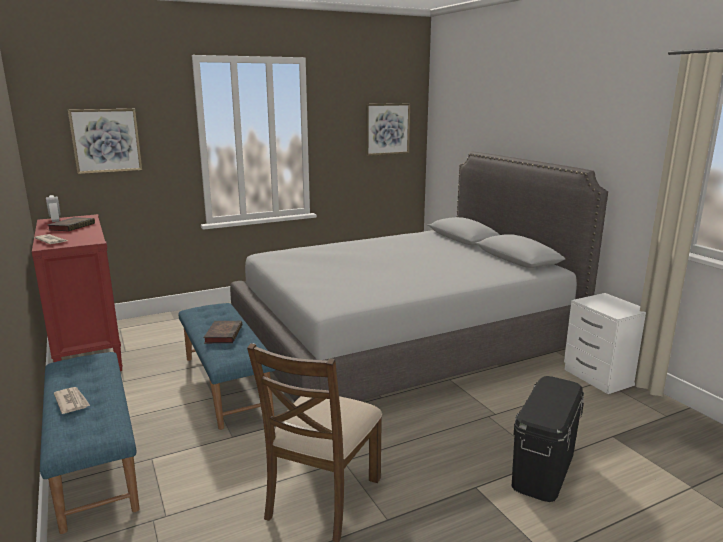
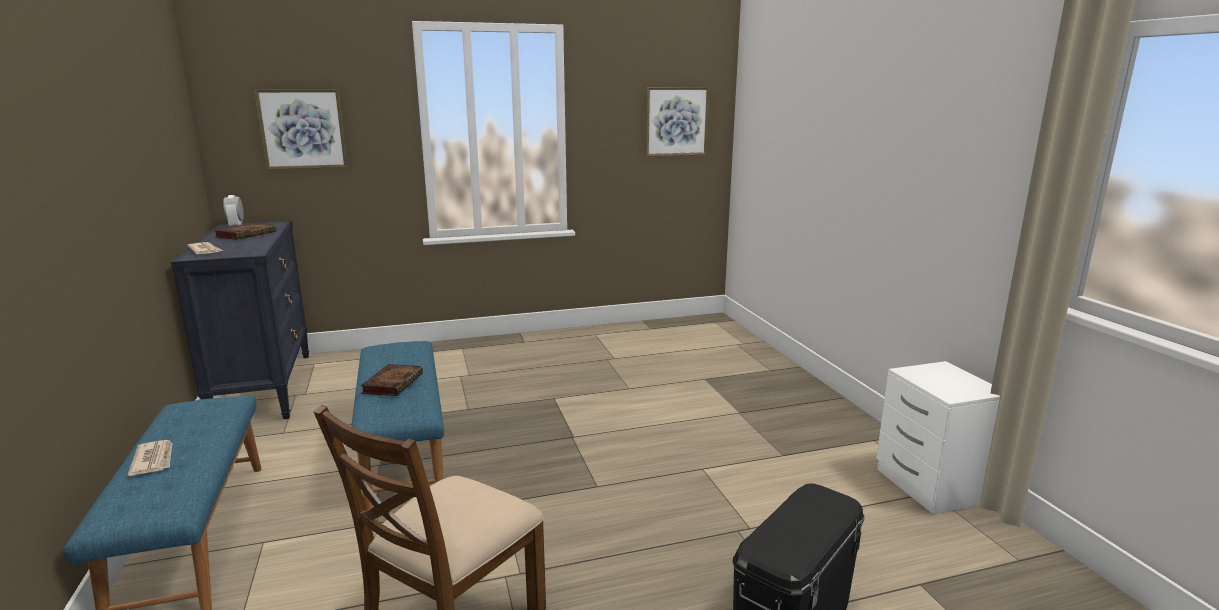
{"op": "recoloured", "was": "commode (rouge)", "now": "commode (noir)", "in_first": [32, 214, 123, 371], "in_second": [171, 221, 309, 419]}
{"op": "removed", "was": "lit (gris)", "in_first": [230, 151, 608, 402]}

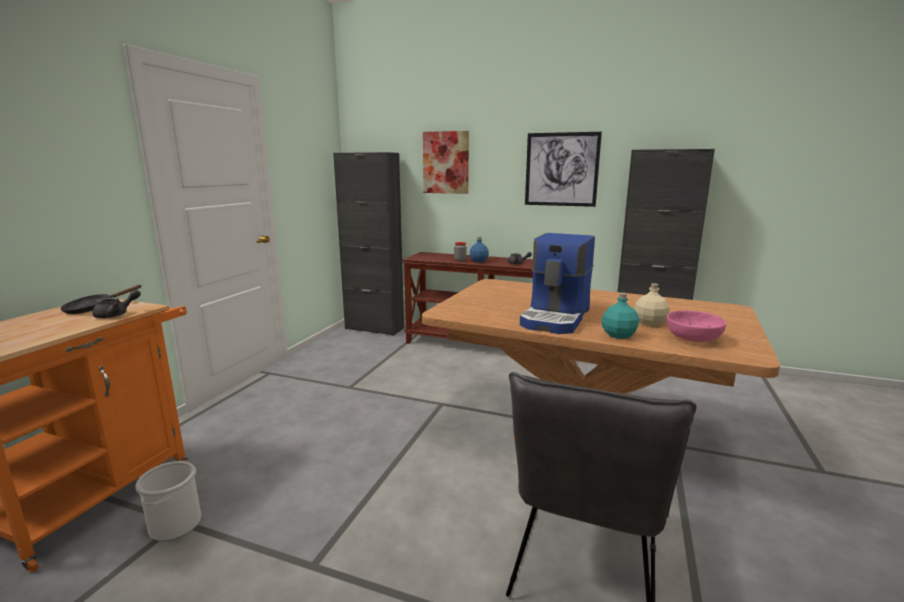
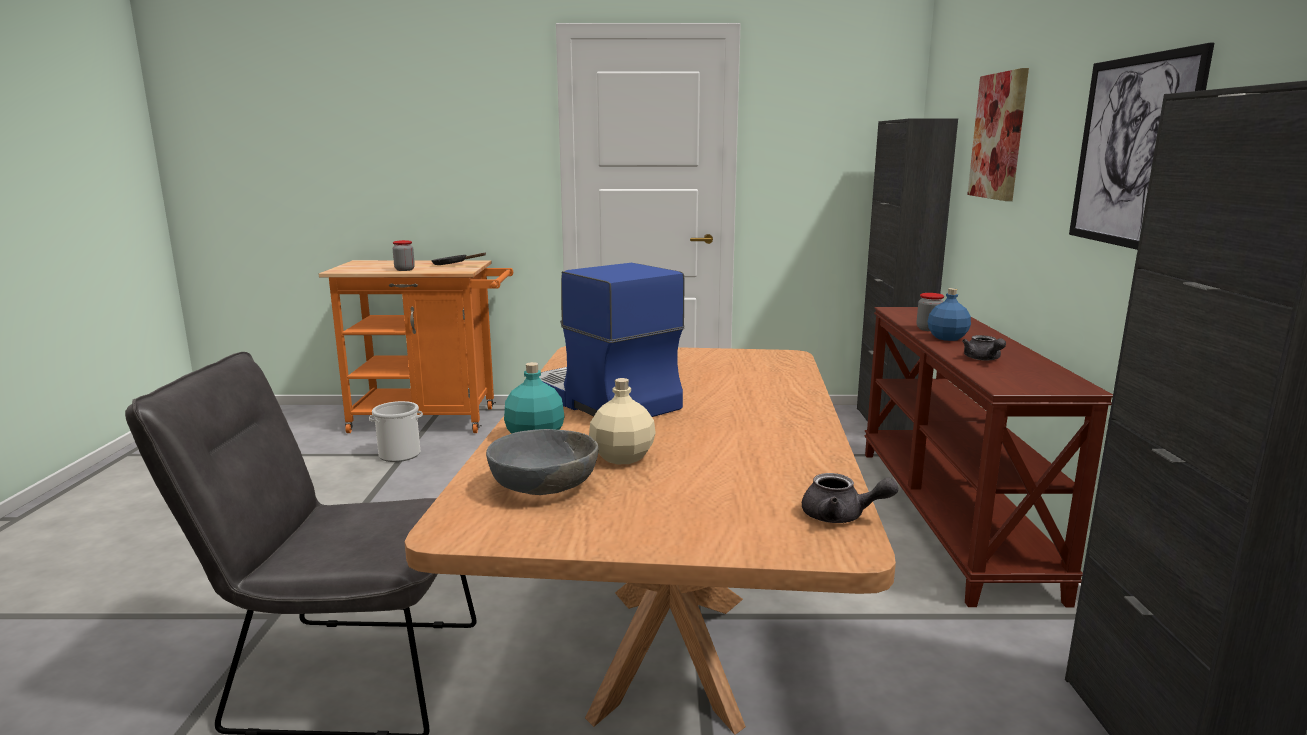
{"op": "moved", "was": "théière (gris)", "in_first": [92, 289, 141, 318], "in_second": [802, 473, 898, 523]}
{"op": "turned", "was": "machine à café", "in_first": [520, 233, 595, 334], "in_second": [539, 263, 685, 417], "clockwise": 45}
{"op": "recoloured", "was": "bol (rose)", "now": "bol (gris)", "in_first": [667, 311, 726, 342], "in_second": [486, 429, 599, 495]}
{"op": "added", "now": "bocal", "in_second": [393, 240, 415, 271]}

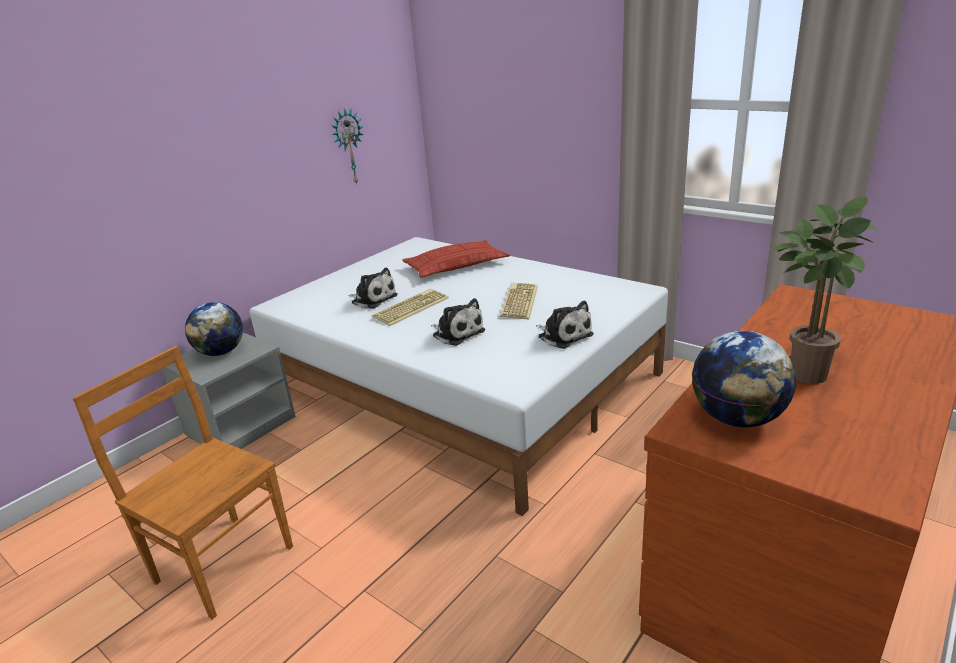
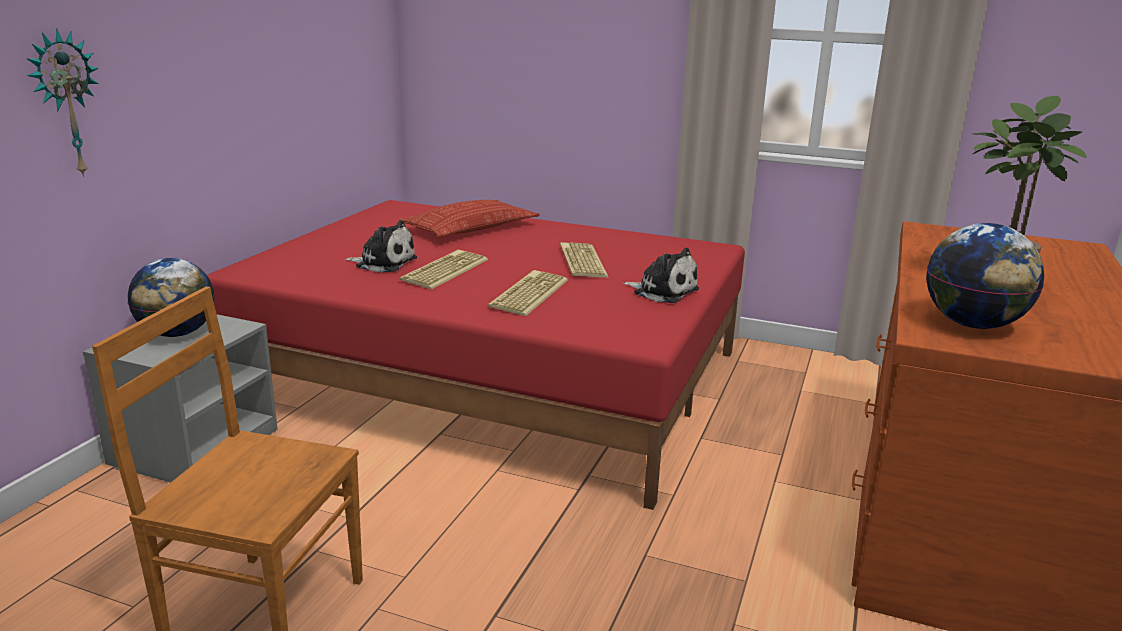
{"op": "recoloured", "was": "lit (blanc)", "now": "lit (rouge)", "in_first": [250, 237, 668, 516], "in_second": [207, 200, 745, 510]}
{"op": "moved", "was": "horloge murale", "in_first": [331, 108, 364, 185], "in_second": [26, 28, 99, 177]}
{"op": "replaced", "was": "peluche", "now": "clavier", "in_first": [431, 298, 485, 346], "in_second": [488, 270, 568, 316]}

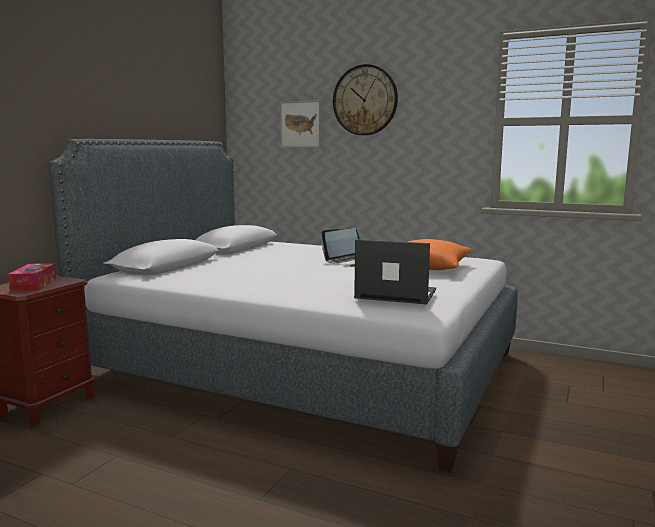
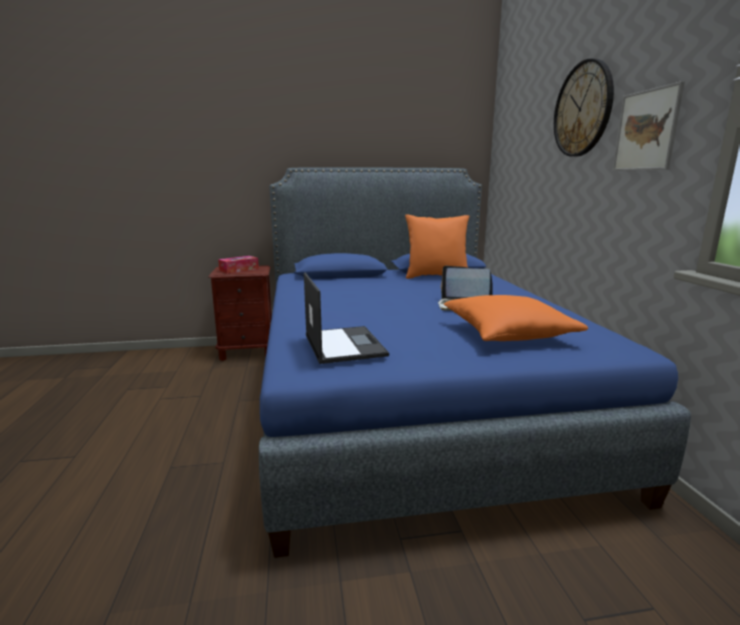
{"op": "recoloured", "was": "lit (gris)", "now": "lit (bleu)", "in_first": [49, 139, 518, 473], "in_second": [259, 167, 691, 558]}
{"op": "moved", "was": "tableau", "in_first": [280, 100, 321, 148], "in_second": [612, 81, 685, 171]}
{"op": "added", "now": "coussin (orange)", "in_second": [405, 214, 469, 279]}

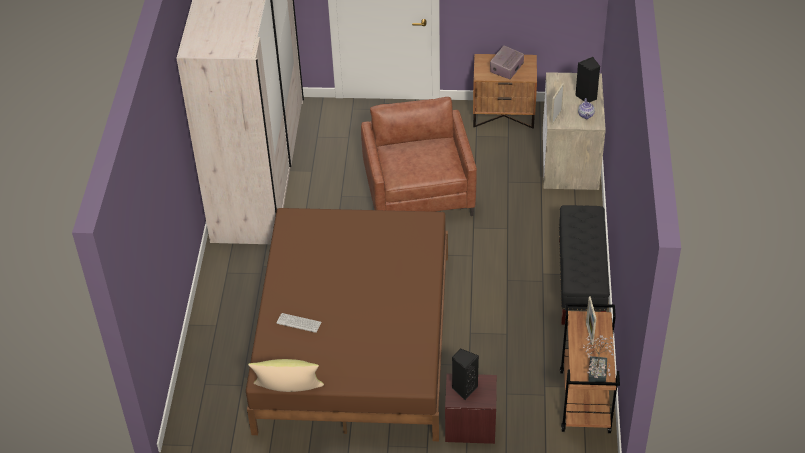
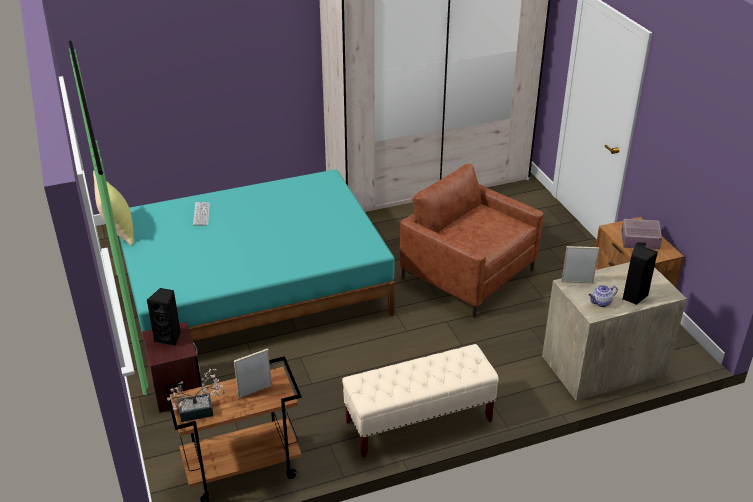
{"op": "recoloured", "was": "lit (marron)", "now": "lit (turquoise)", "in_first": [246, 208, 448, 441], "in_second": [119, 170, 395, 341]}
{"op": "turned", "was": "fauteuil (marron)", "in_first": [361, 97, 477, 216], "in_second": [400, 164, 544, 318], "clockwise": -105}
{"op": "recoloured", "was": "banc (noir)", "now": "banc (beige)", "in_first": [559, 205, 610, 325], "in_second": [342, 344, 499, 458]}

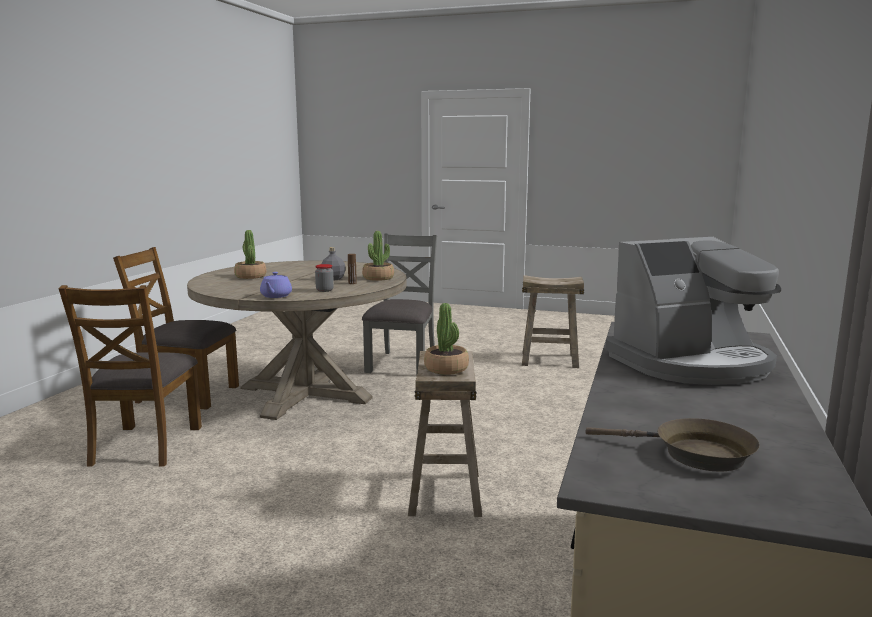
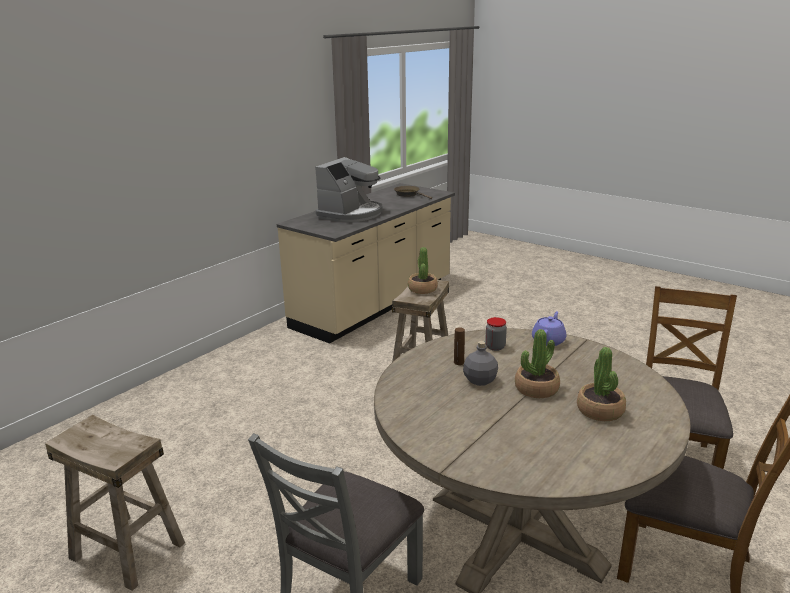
{"op": "moved", "was": "plante en pot", "in_first": [362, 231, 394, 281], "in_second": [515, 329, 560, 398]}
{"op": "turned", "was": "machine à café", "in_first": [605, 237, 781, 385], "in_second": [315, 157, 383, 222], "clockwise": 120}

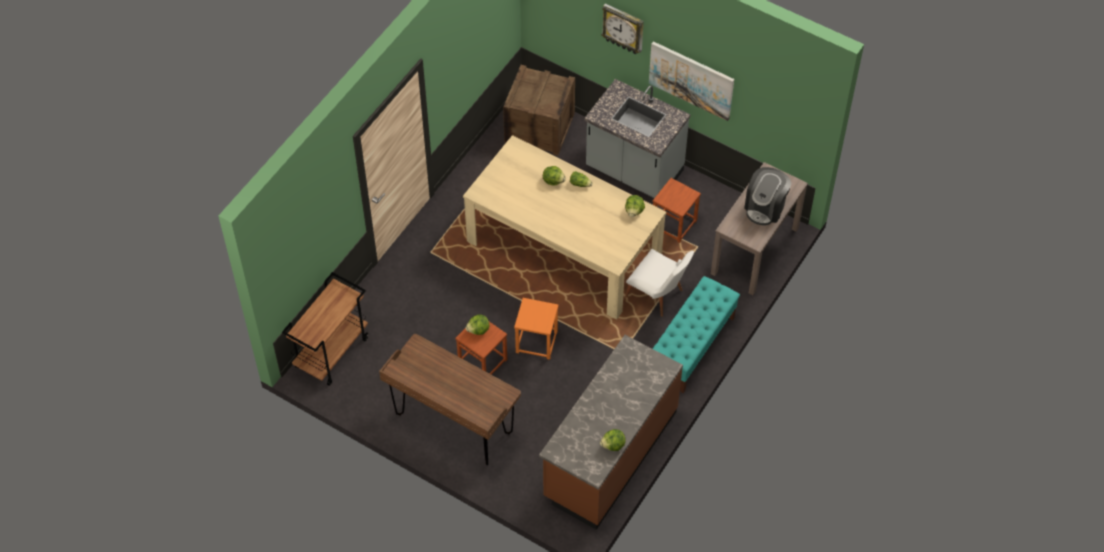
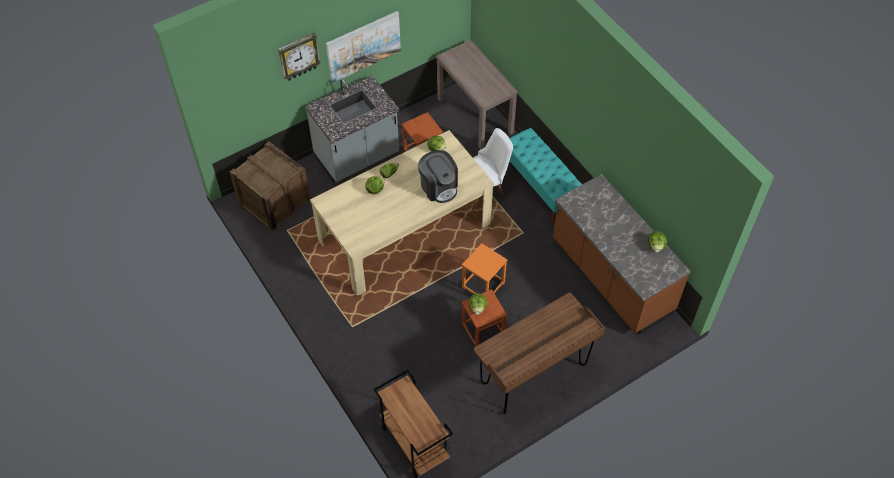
{"op": "moved", "was": "machine à café", "in_first": [744, 167, 791, 225], "in_second": [418, 150, 458, 203]}

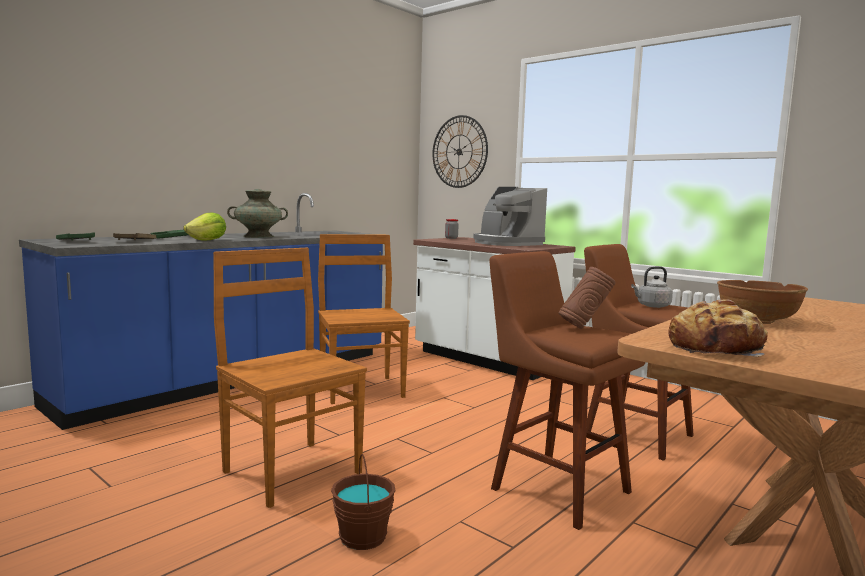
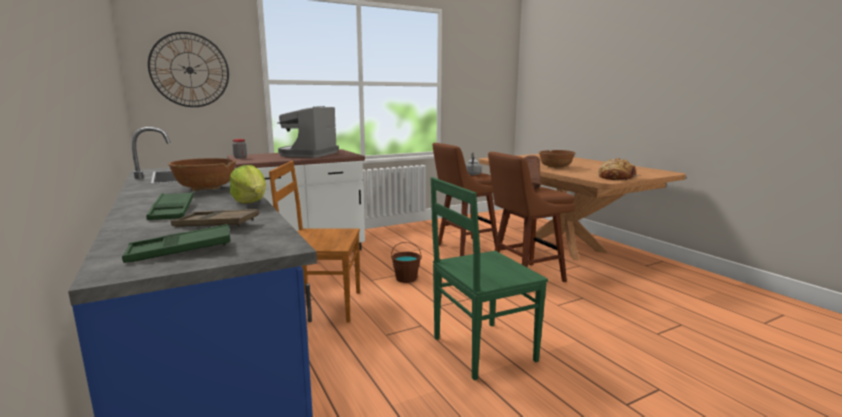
{"op": "recoloured", "was": "chaise (marron)", "now": "chaise (vert)", "in_first": [213, 248, 367, 508], "in_second": [431, 177, 548, 380]}
{"op": "replaced", "was": "vase (turquoise)", "now": "bol (marron)", "in_first": [227, 189, 288, 238], "in_second": [168, 158, 236, 191]}
{"op": "moved", "was": "seau (marron)", "in_first": [331, 454, 395, 550], "in_second": [391, 242, 421, 283]}
{"op": "turned", "was": "machine à café", "in_first": [473, 187, 547, 246], "in_second": [277, 106, 339, 158], "clockwise": 120}

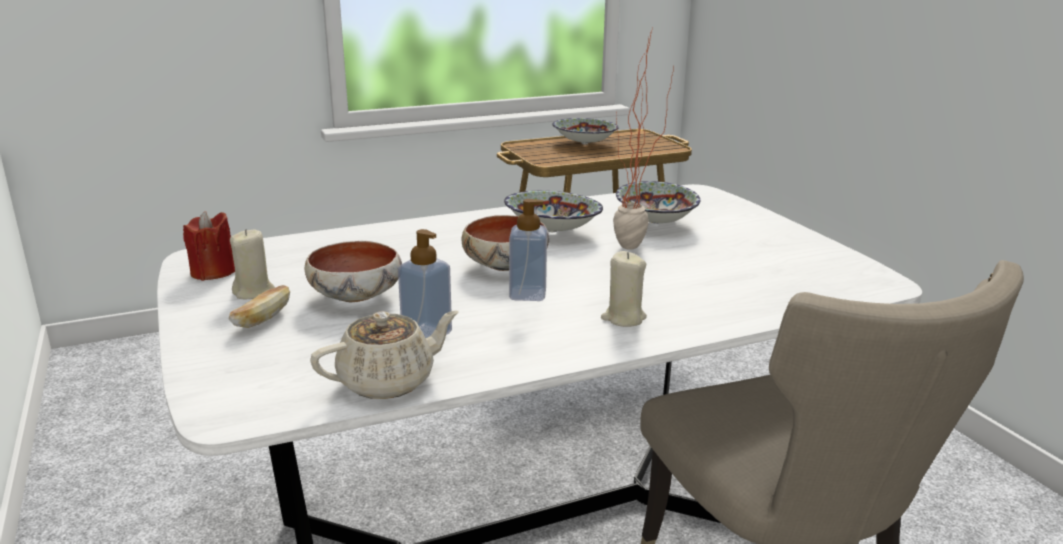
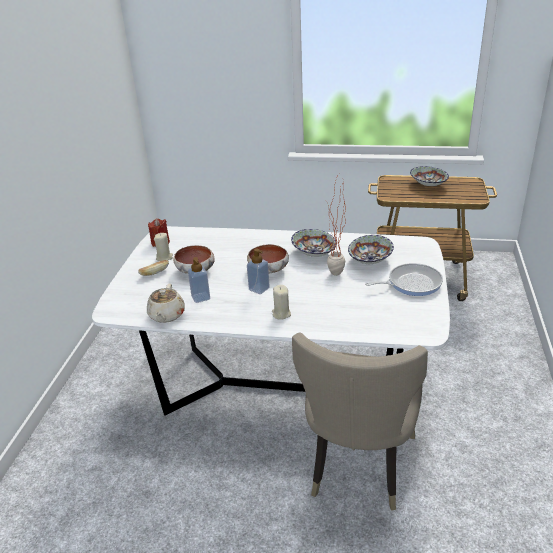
{"op": "turned", "was": "théière (beige)", "in_first": [310, 311, 459, 399], "in_second": [147, 283, 185, 323], "clockwise": 90}
{"op": "added", "now": "poêle", "in_second": [365, 263, 443, 296]}

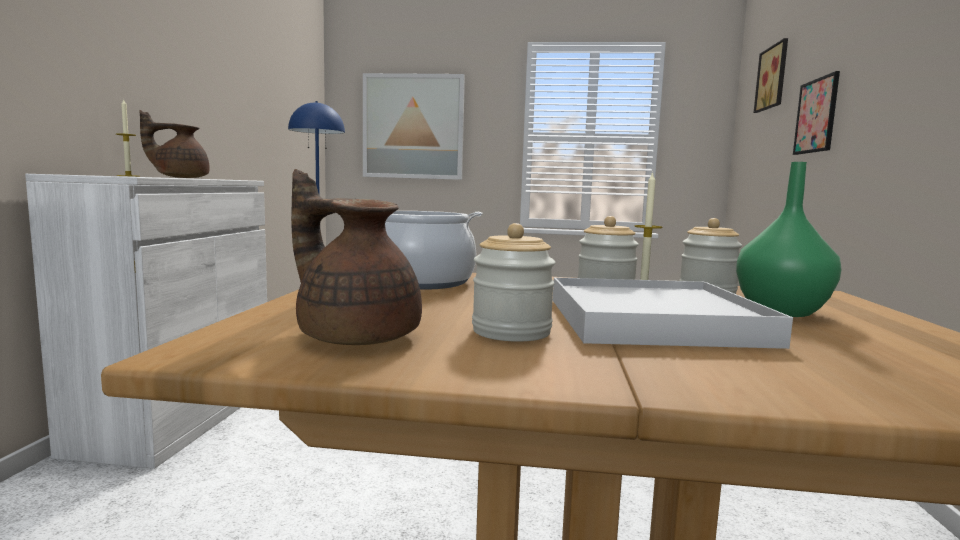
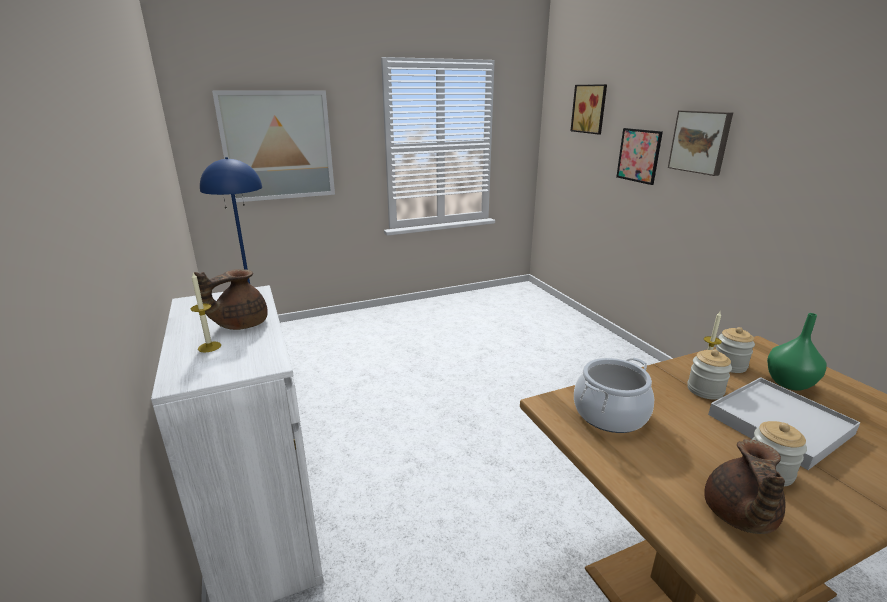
{"op": "turned", "was": "théière (marron)", "in_first": [291, 169, 422, 345], "in_second": [704, 439, 785, 534], "clockwise": -75}
{"op": "added", "now": "tableau", "in_second": [668, 110, 733, 176]}

